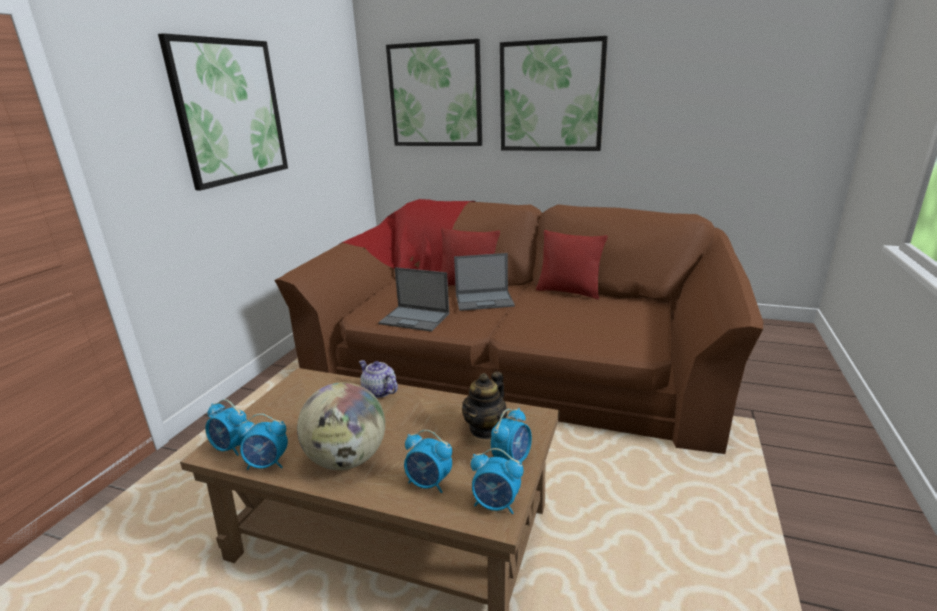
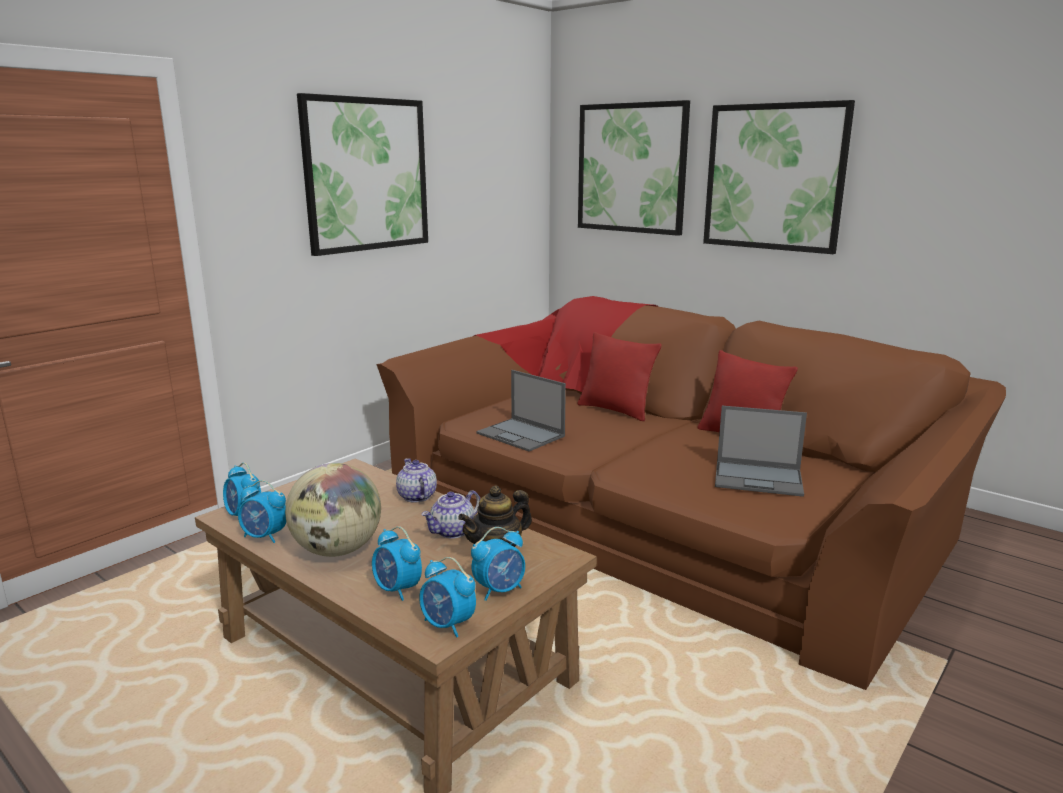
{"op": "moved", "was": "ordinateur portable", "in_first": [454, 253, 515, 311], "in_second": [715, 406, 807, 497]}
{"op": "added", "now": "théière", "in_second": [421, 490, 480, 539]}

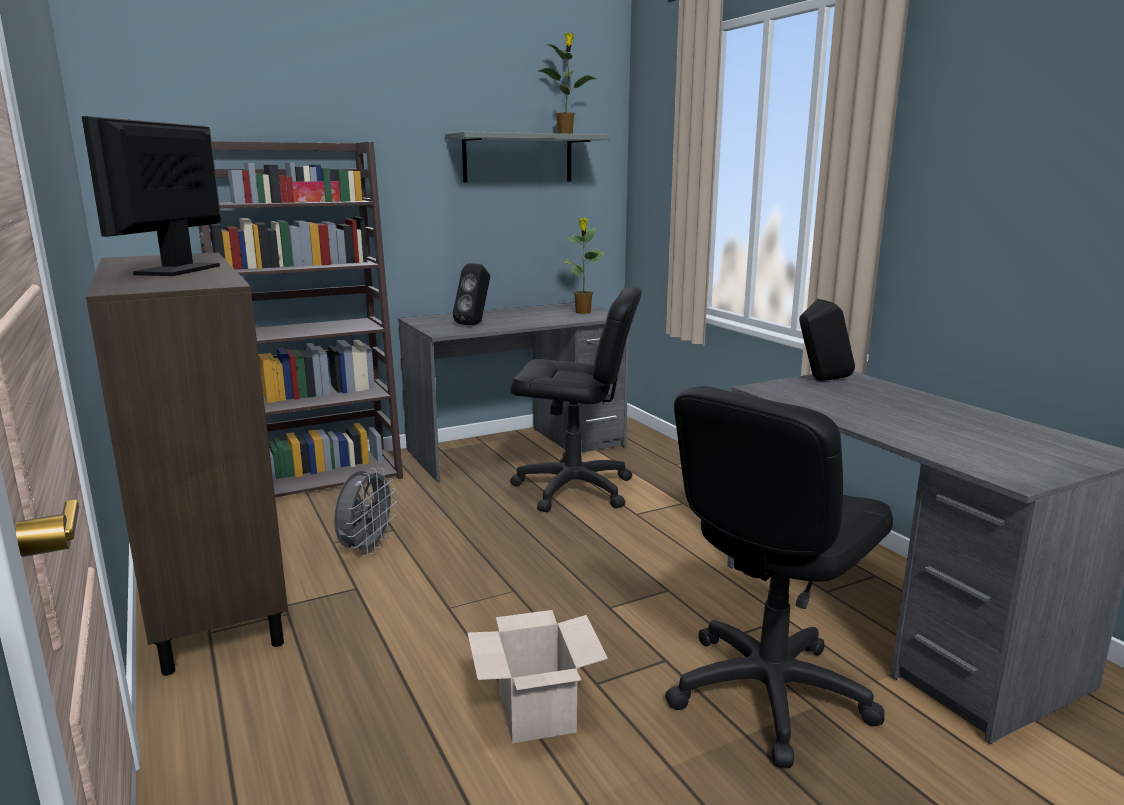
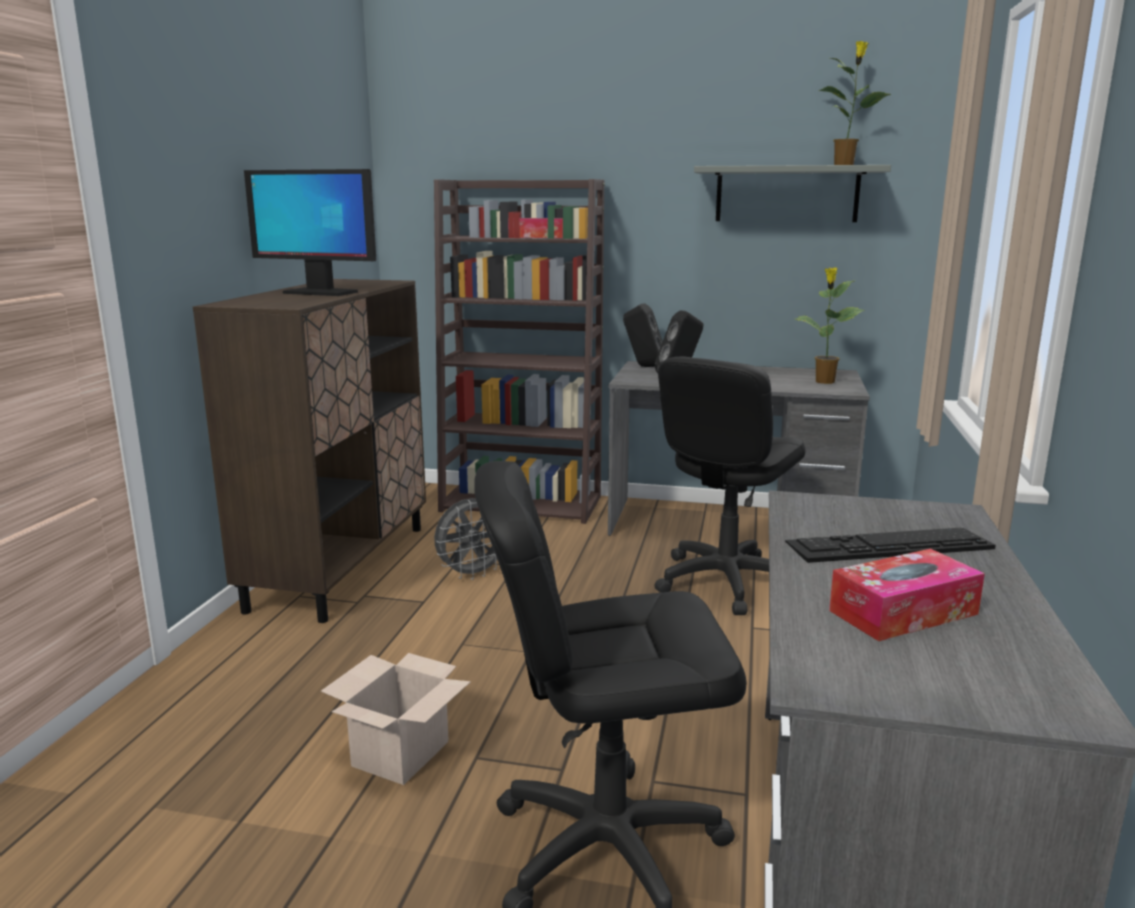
{"op": "turned", "was": "écran d'ordinateur", "in_first": [82, 116, 221, 276], "in_second": [244, 169, 376, 296], "clockwise": -120}
{"op": "turned", "was": "chaise de bureau (noir)", "in_first": [510, 287, 642, 512], "in_second": [654, 356, 806, 615], "clockwise": 75}
{"op": "moved", "was": "enceinte (noir)", "in_first": [799, 299, 855, 381], "in_second": [623, 303, 663, 367]}
{"op": "added", "now": "clavier", "in_second": [785, 528, 996, 563]}
{"op": "added", "now": "boîte à mouchoirs", "in_second": [829, 548, 985, 641]}

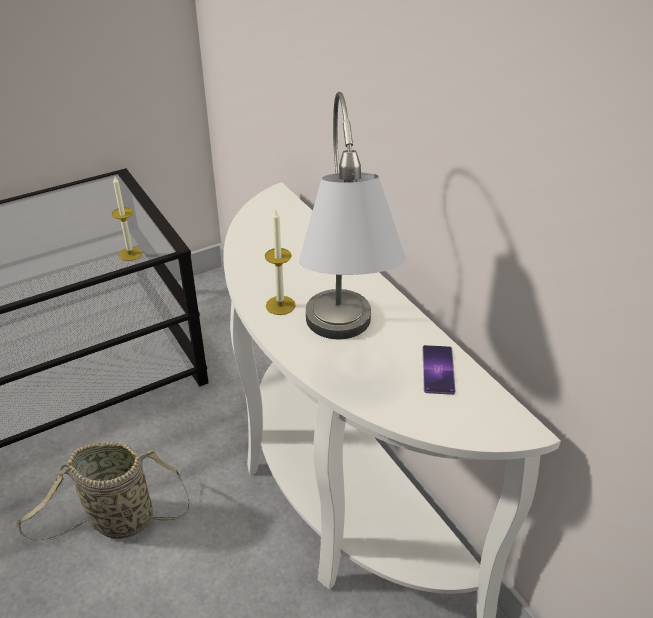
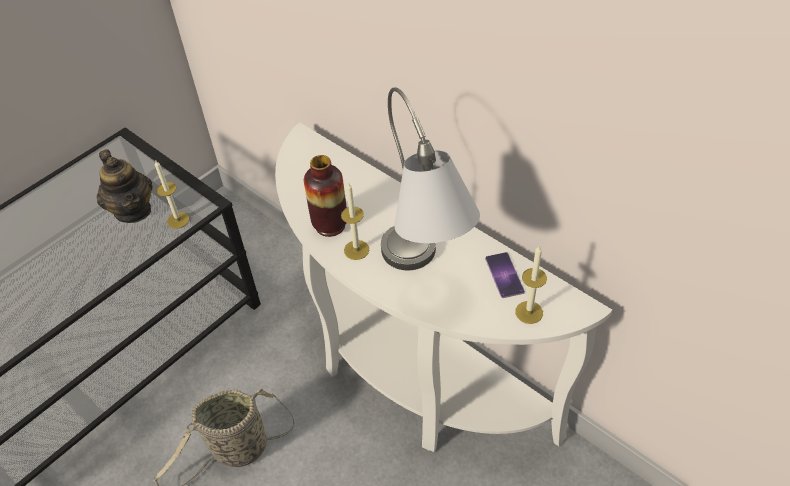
{"op": "added", "now": "théière", "in_second": [97, 149, 152, 223]}
{"op": "added", "now": "vase", "in_second": [304, 155, 347, 237]}
{"op": "added", "now": "bougie", "in_second": [515, 245, 547, 324]}

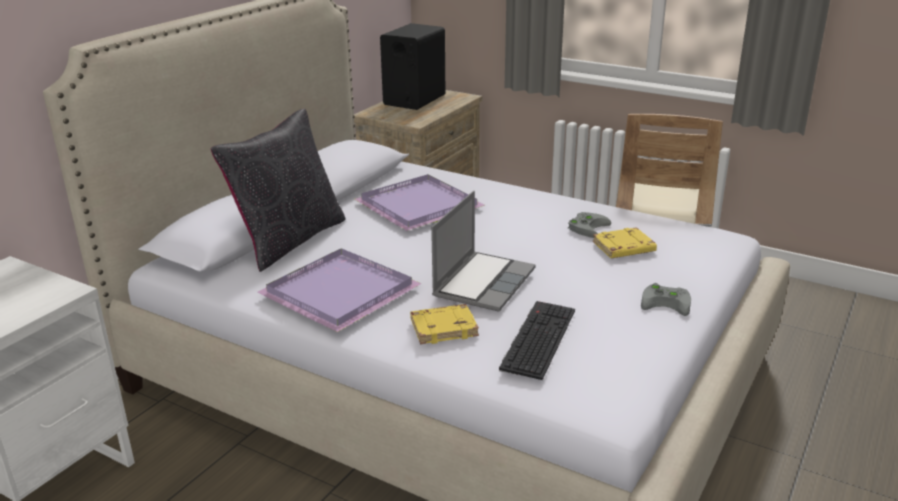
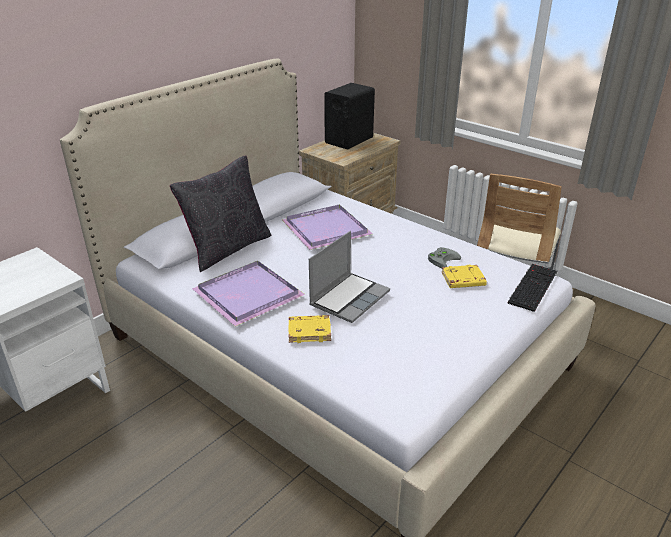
{"op": "moved", "was": "clavier", "in_first": [499, 301, 575, 380], "in_second": [508, 264, 557, 312]}
{"op": "removed", "was": "manette (gris)", "in_first": [641, 283, 691, 316]}

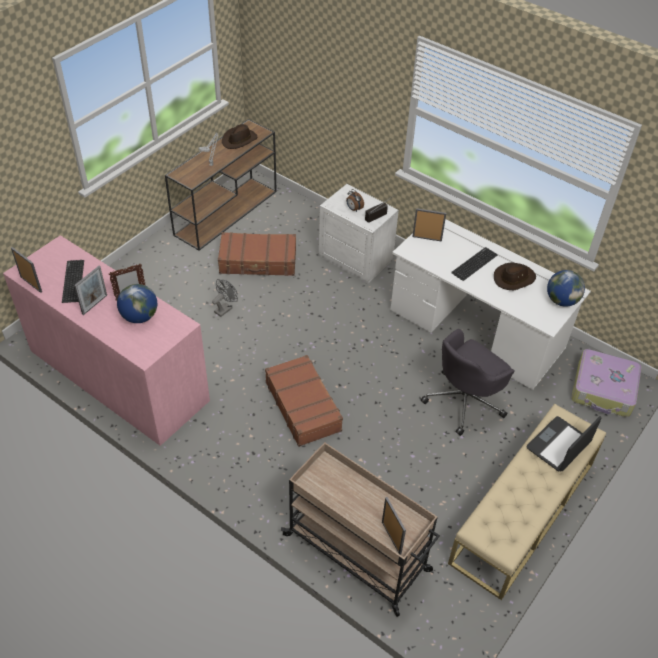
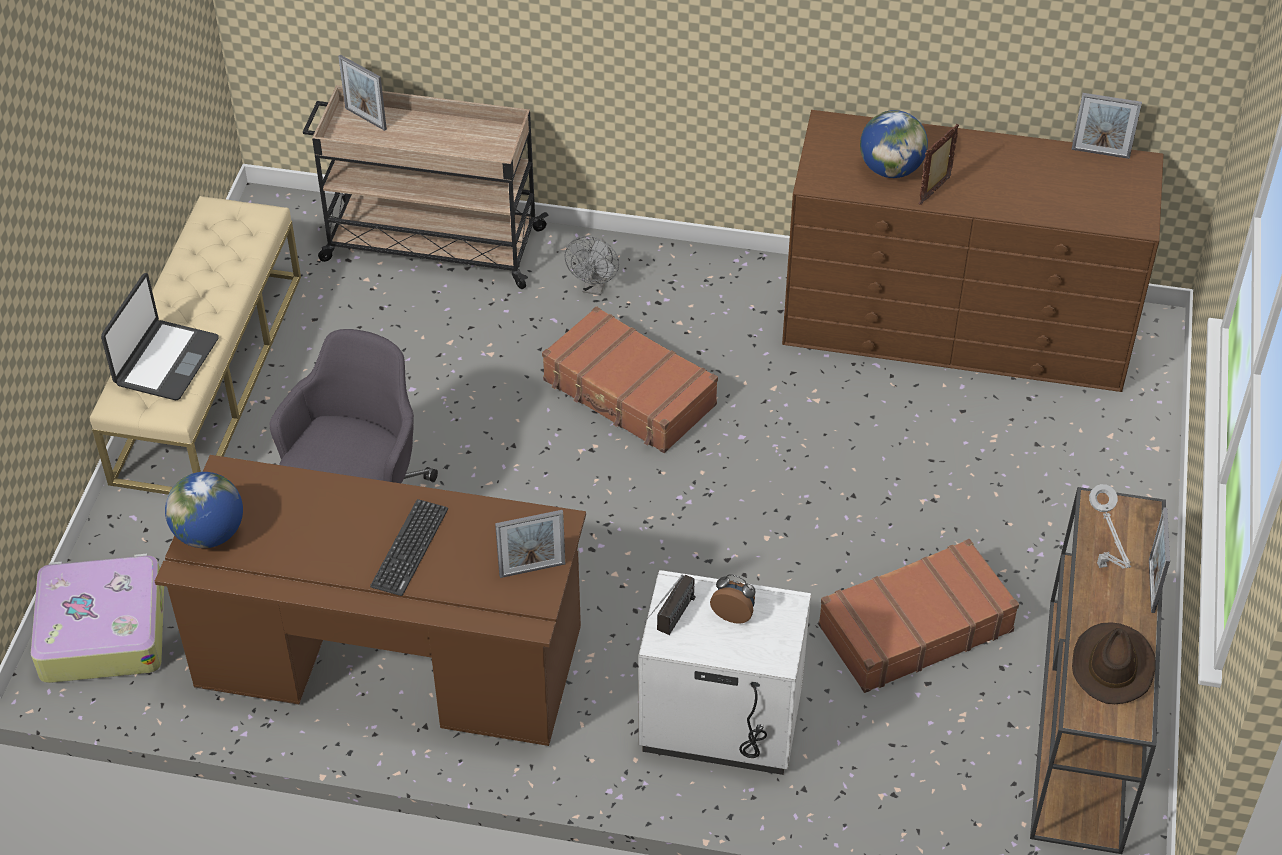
{"op": "recoloured", "was": "commode (rose)", "now": "commode (marron)", "in_first": [3, 235, 210, 446], "in_second": [782, 110, 1164, 392]}
{"op": "removed", "was": "clavier", "in_first": [62, 260, 84, 303]}
{"op": "moved", "was": "cadre photo", "in_first": [74, 266, 107, 315], "in_second": [1149, 508, 1170, 613]}
{"op": "moved", "was": "ventilateur (gris)", "in_first": [212, 279, 238, 317], "in_second": [565, 236, 619, 295]}
{"op": "recoloured", "was": "bureau (blanc)", "now": "bureau (marron)", "in_first": [390, 219, 591, 390], "in_second": [155, 455, 586, 746]}
{"op": "removed", "was": "chapeau (marron)", "in_first": [494, 262, 536, 290]}

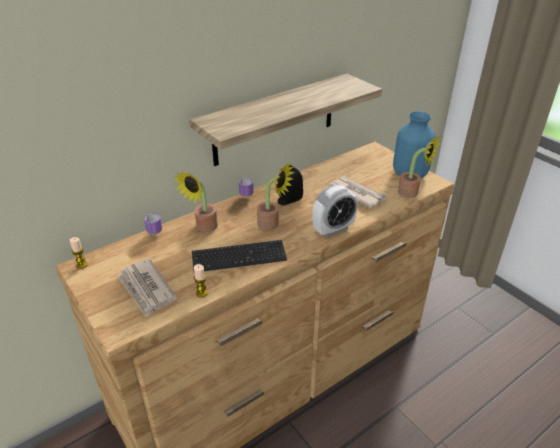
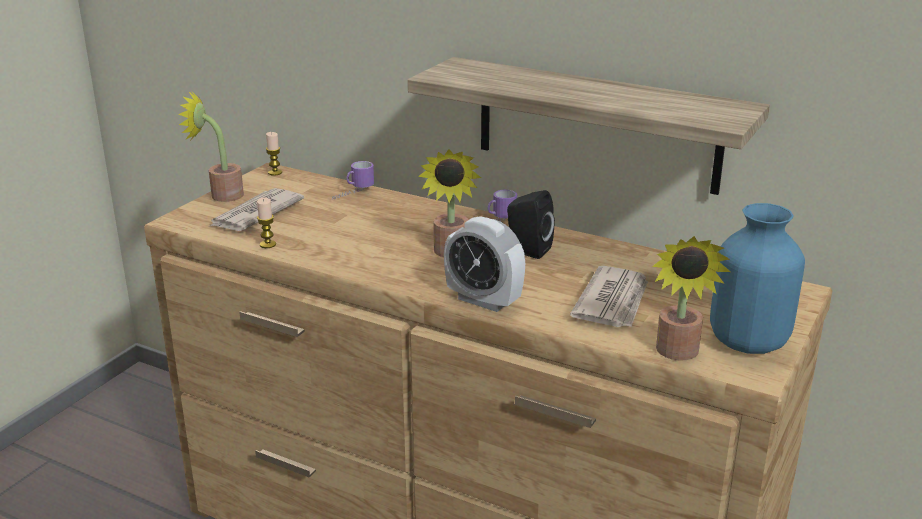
{"op": "moved", "was": "plante en pot", "in_first": [174, 172, 218, 232], "in_second": [178, 91, 244, 202]}
{"op": "removed", "was": "clavier", "in_first": [192, 240, 287, 271]}

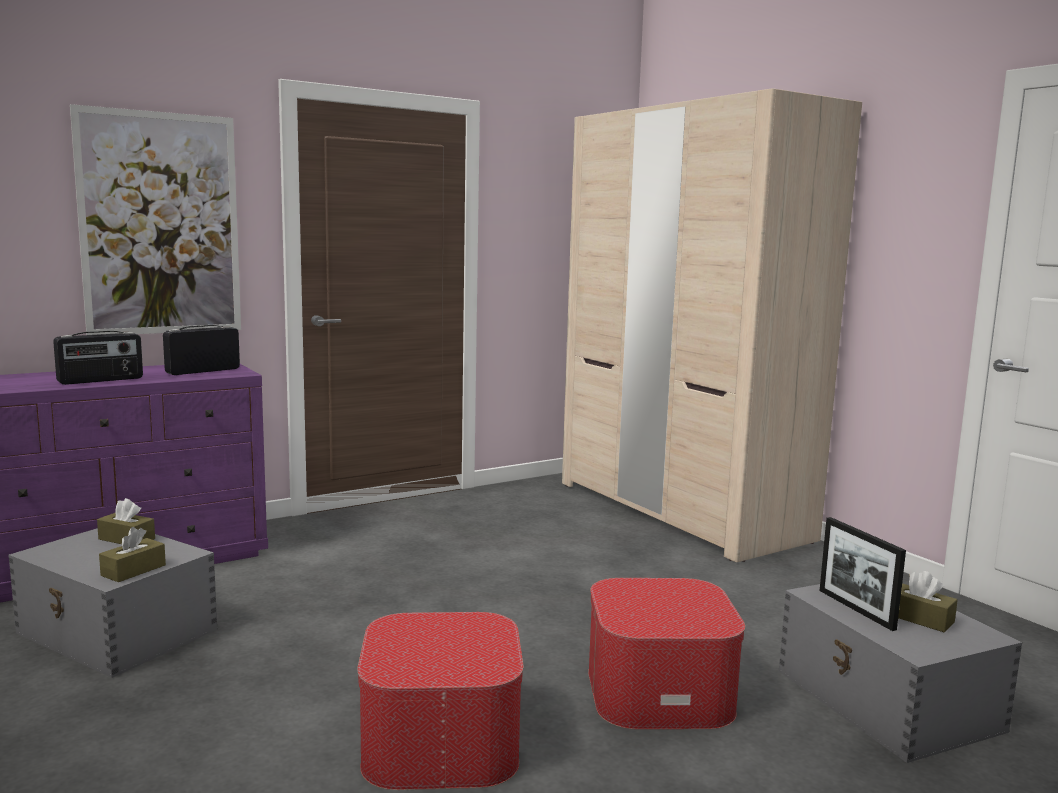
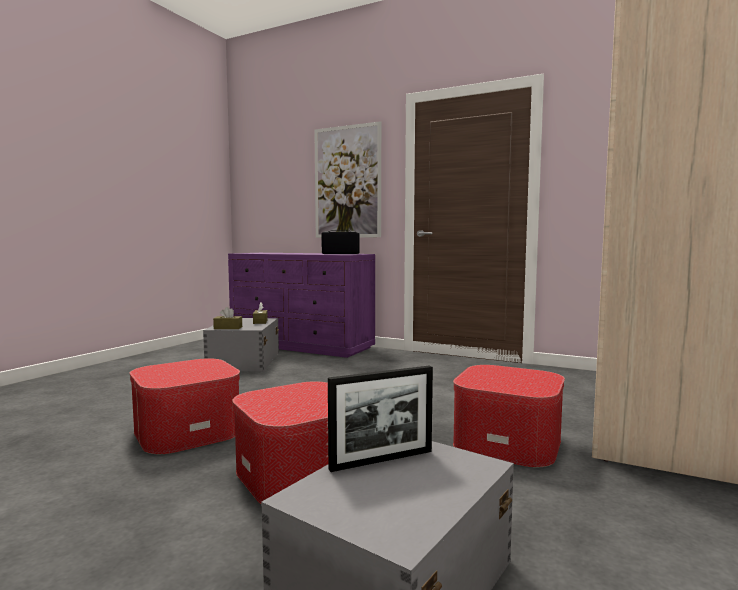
{"op": "removed", "was": "radio", "in_first": [53, 331, 143, 385]}
{"op": "turned", "was": "cadre photo", "in_first": [820, 517, 906, 631], "in_second": [328, 365, 433, 472], "clockwise": -150}
{"op": "removed", "was": "boîte à mouchoirs (marron)", "in_first": [898, 571, 958, 632]}
{"op": "added", "now": "pouf", "in_second": [453, 365, 565, 467]}

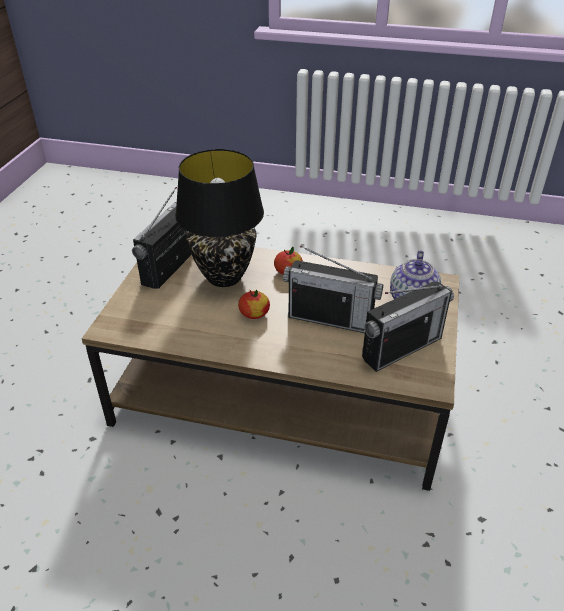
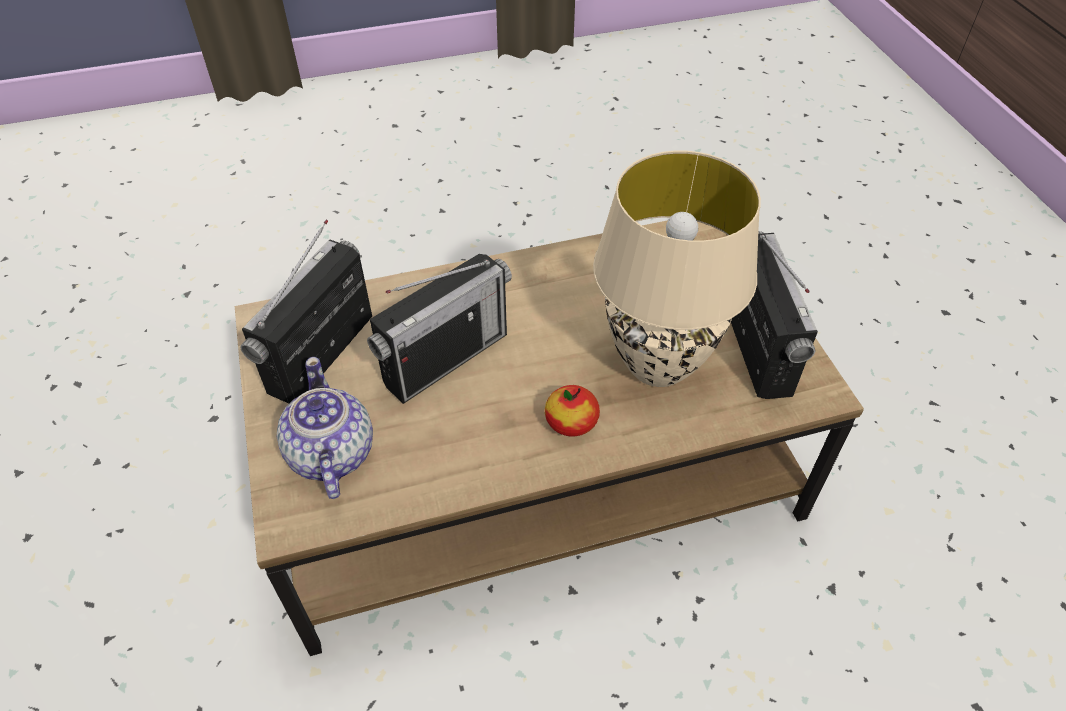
{"op": "recoloured", "was": "lampe de table (noir)", "now": "lampe de table (beige)", "in_first": [175, 149, 264, 287], "in_second": [593, 151, 761, 387]}
{"op": "removed", "was": "pomme", "in_first": [238, 290, 270, 319]}
{"op": "turned", "was": "radio", "in_first": [283, 245, 383, 333], "in_second": [367, 254, 512, 404], "clockwise": 150}

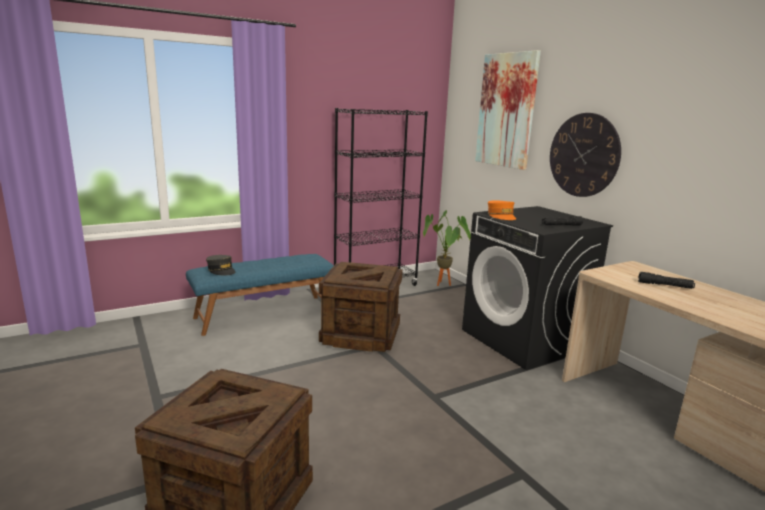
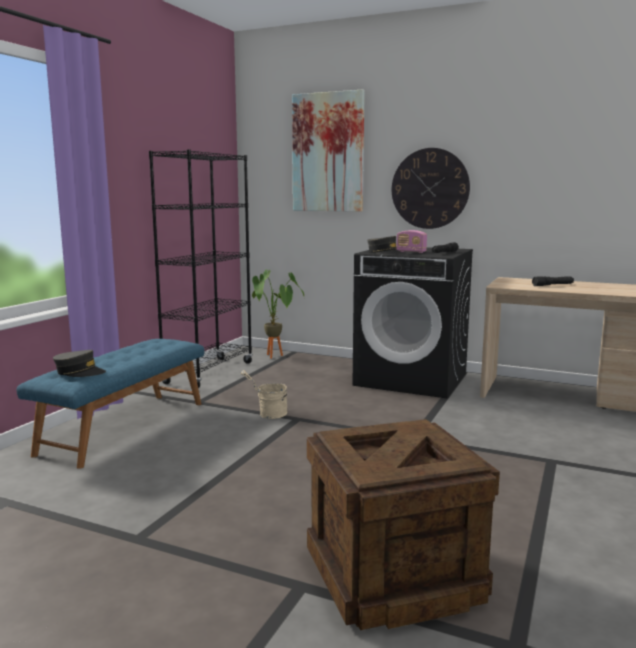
{"op": "replaced", "was": "caisse", "now": "seau (beige)", "in_first": [319, 262, 403, 352], "in_second": [241, 370, 287, 419]}
{"op": "recoloured", "was": "casquette (orange)", "now": "casquette (gris)", "in_first": [488, 200, 516, 220], "in_second": [367, 236, 403, 254]}
{"op": "added", "now": "radio", "in_second": [396, 230, 427, 253]}

